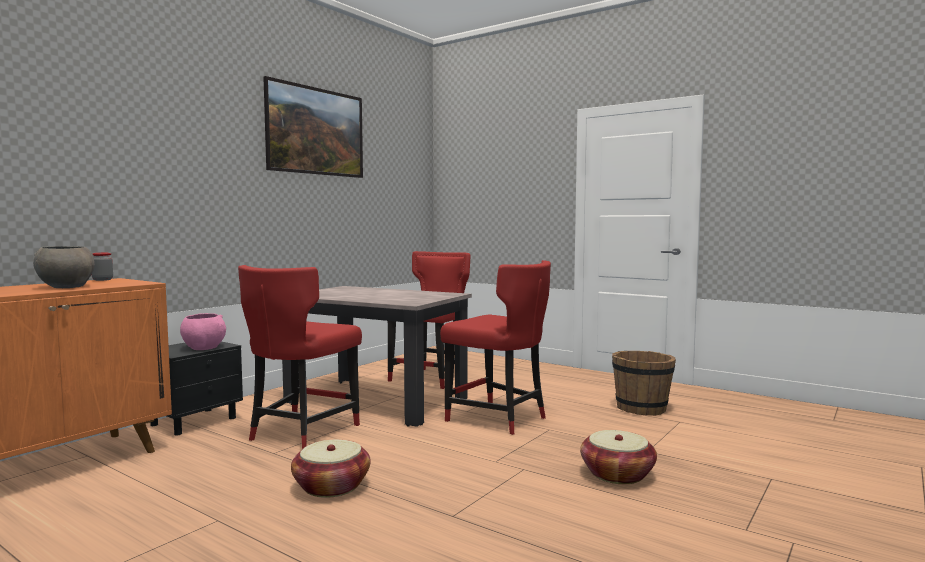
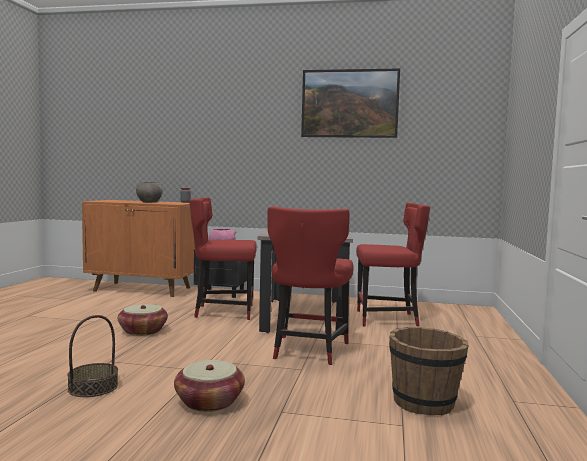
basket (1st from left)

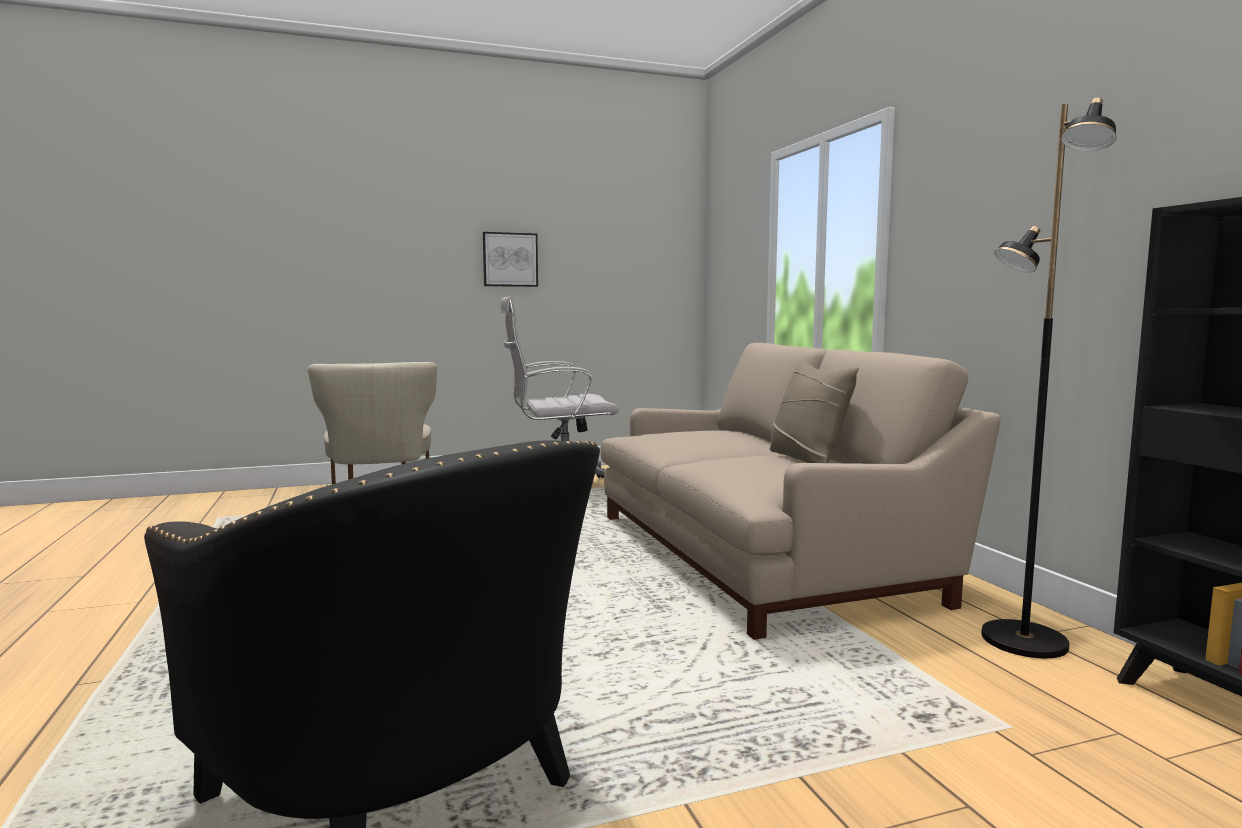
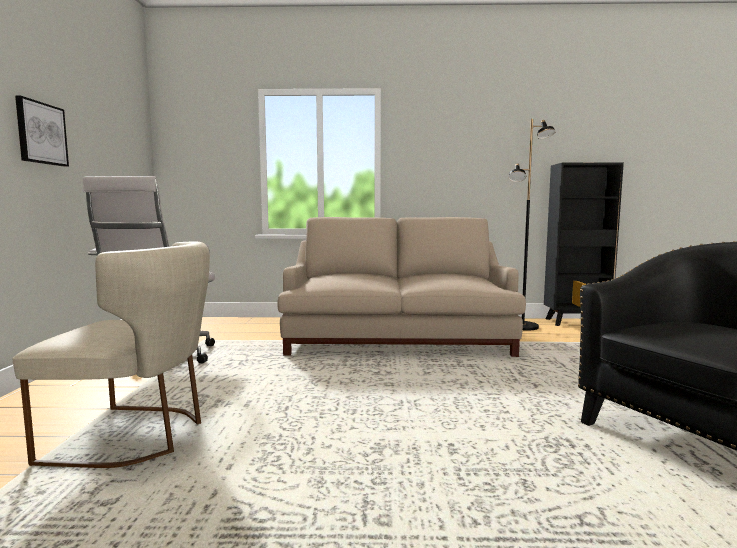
pillow (beige)

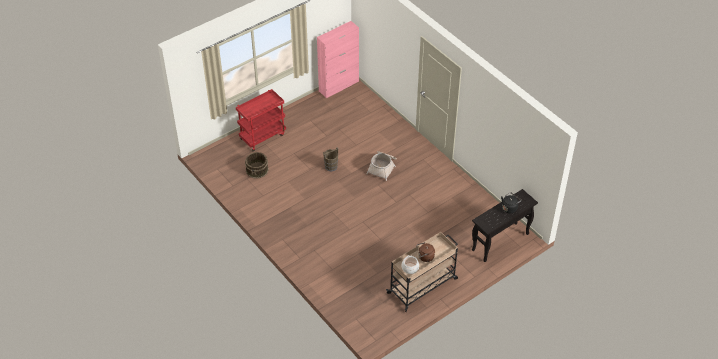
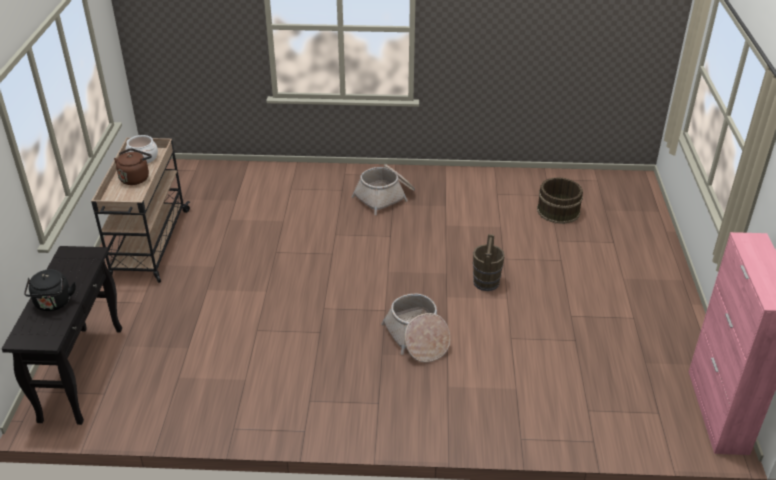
cart (red); basket (1st from left)

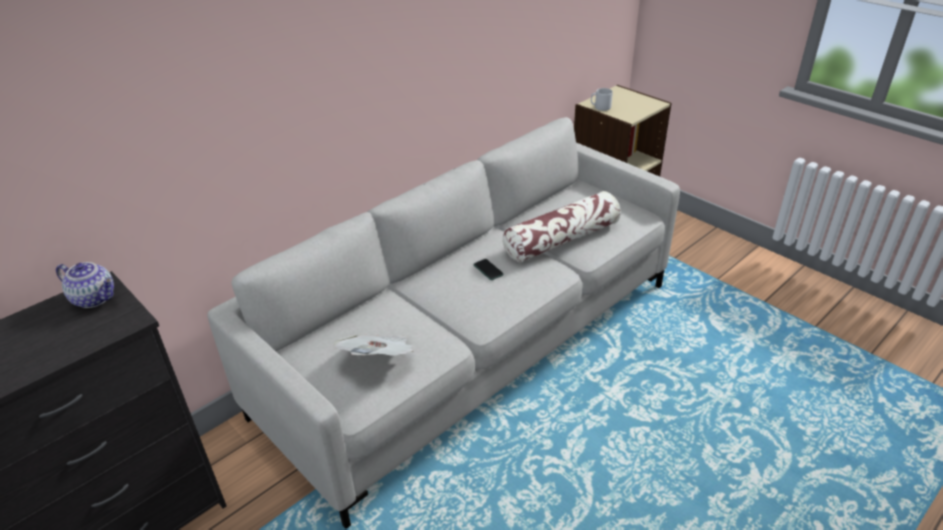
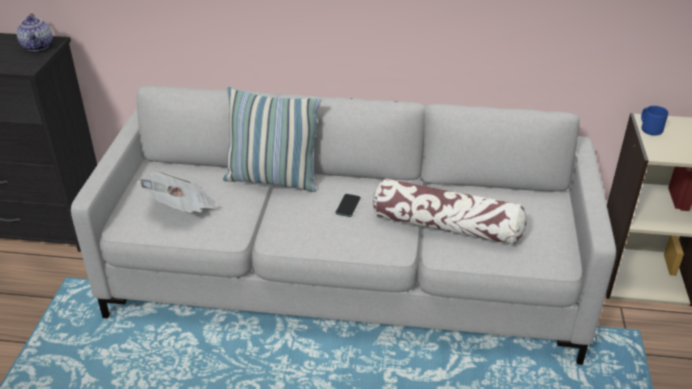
mug (blue); pillow (1st from left)

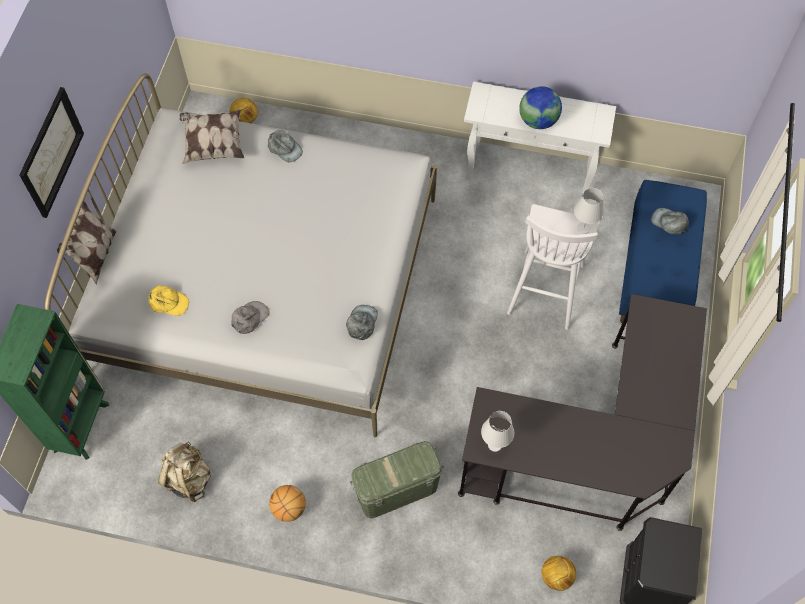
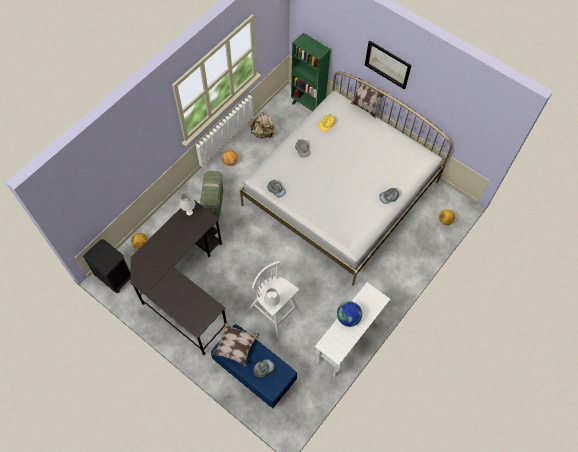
pillow (1st from left)

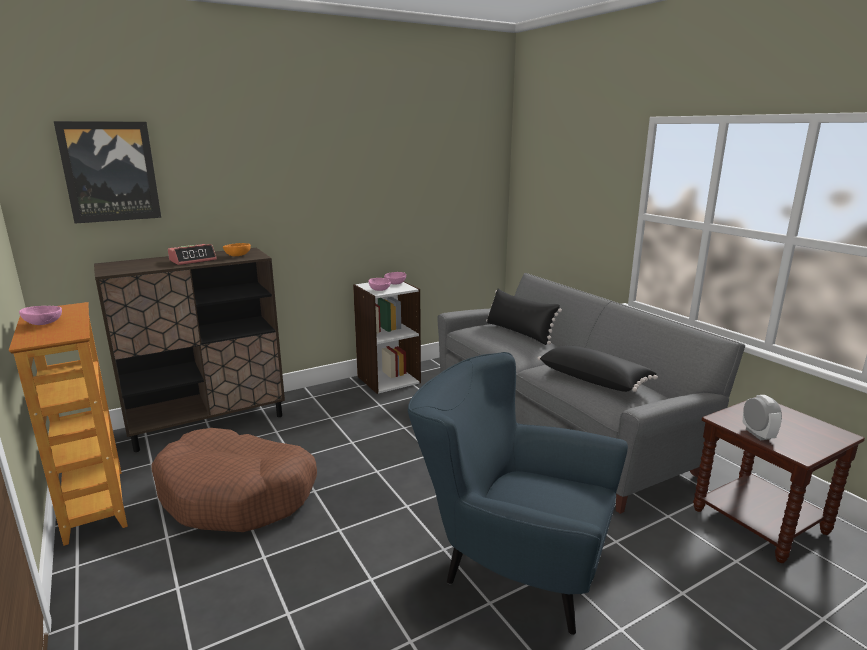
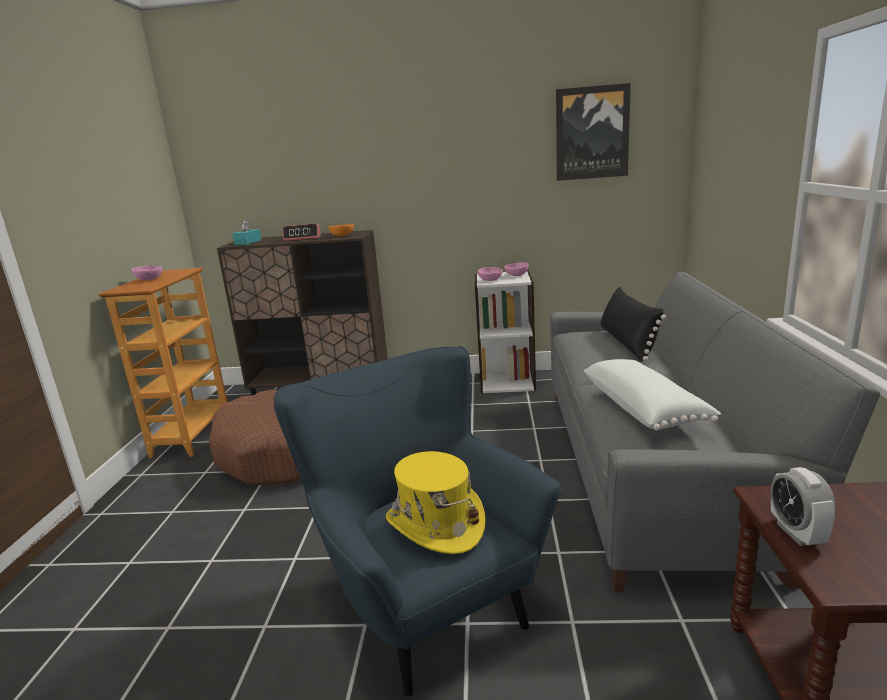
picture; pillow (white); alarm clock (2nd from left); tissue box (turquoise); hat (yellow)

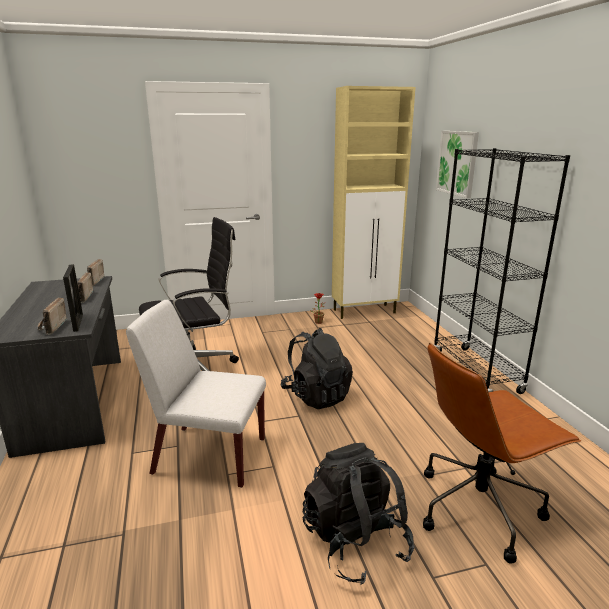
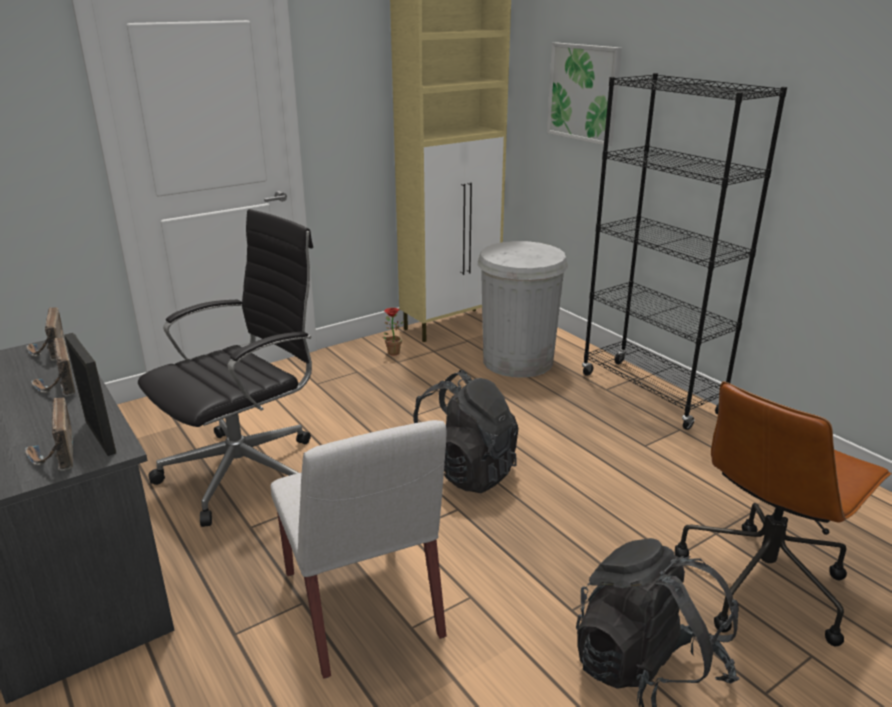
chair (white); trash can (white)

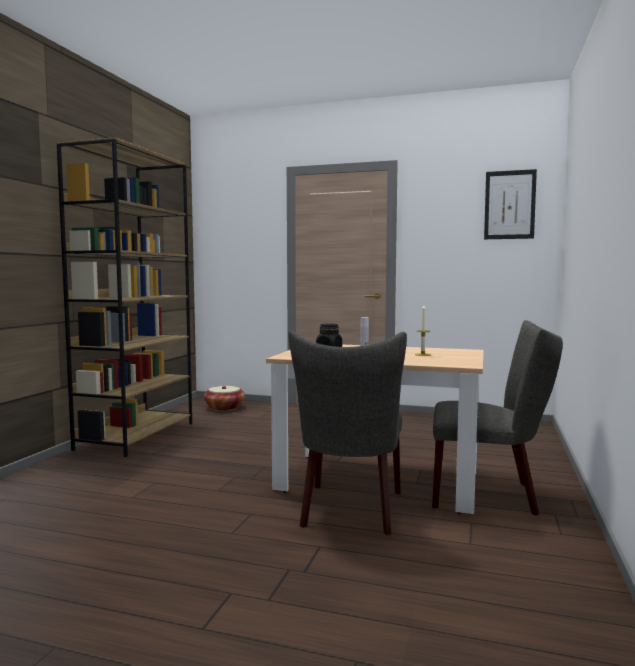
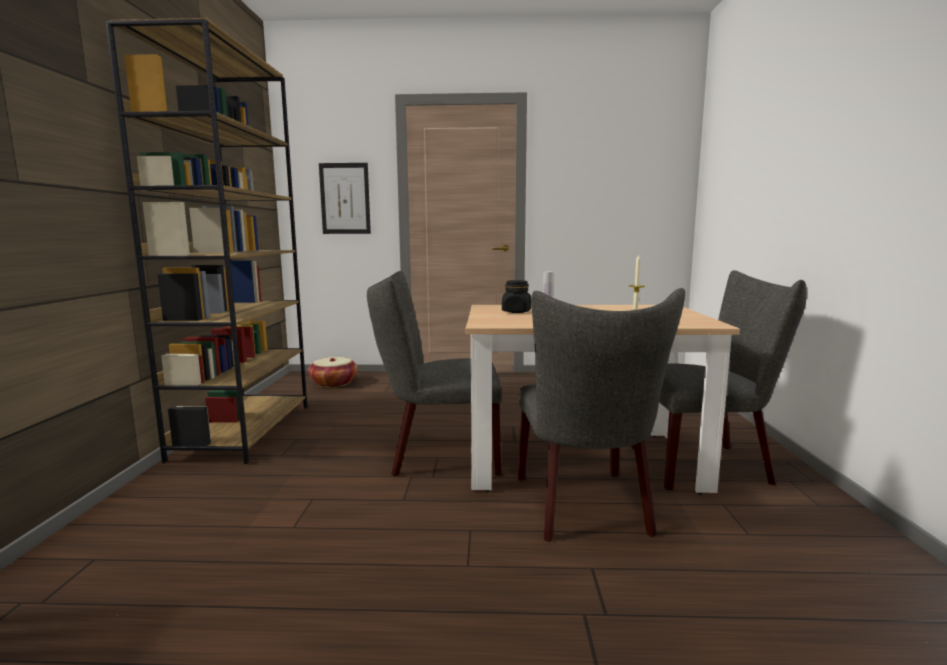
picture; chair (grey) (1st from left)

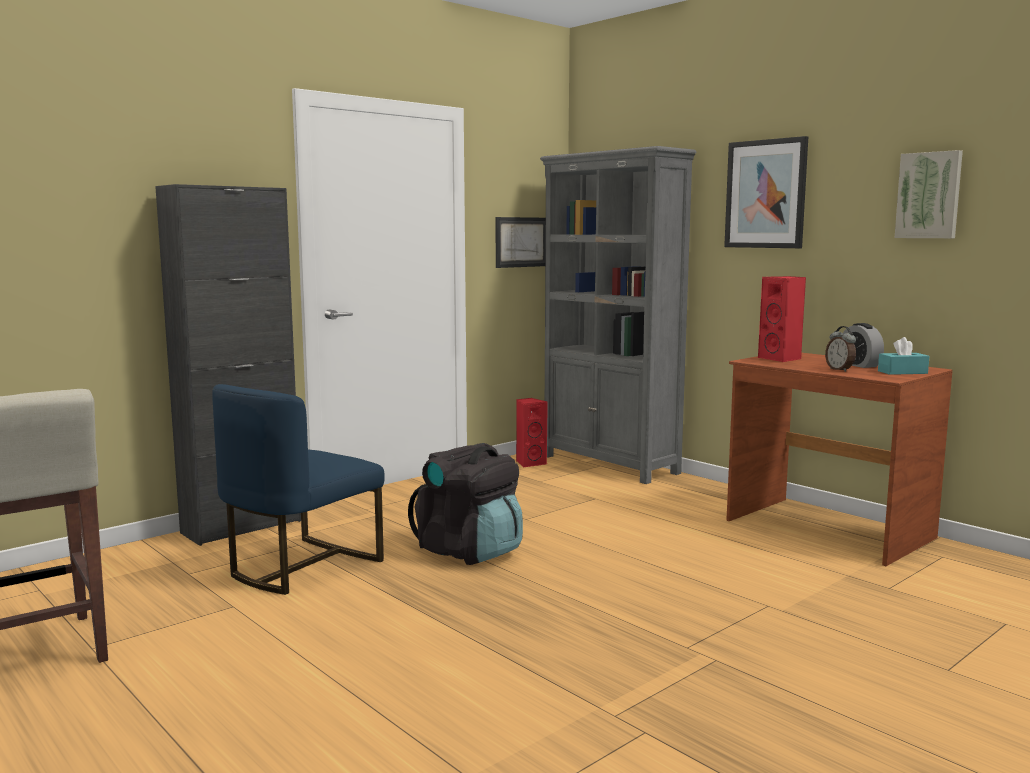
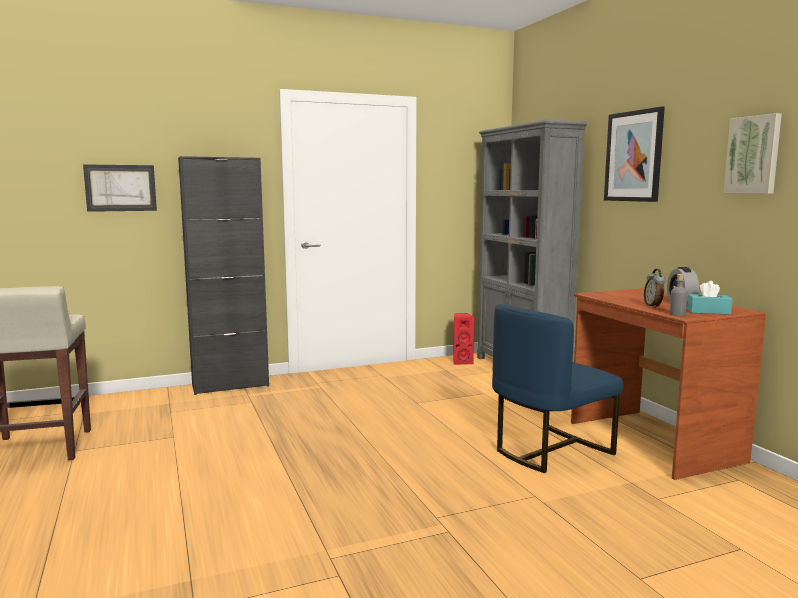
chair (blue); backpack (black); picture (1st from left); speaker (red) (2nd from left in the first image); bottle (grey)

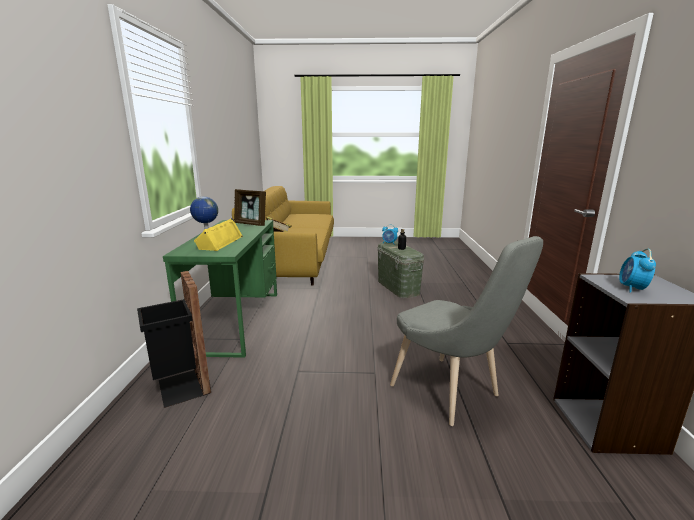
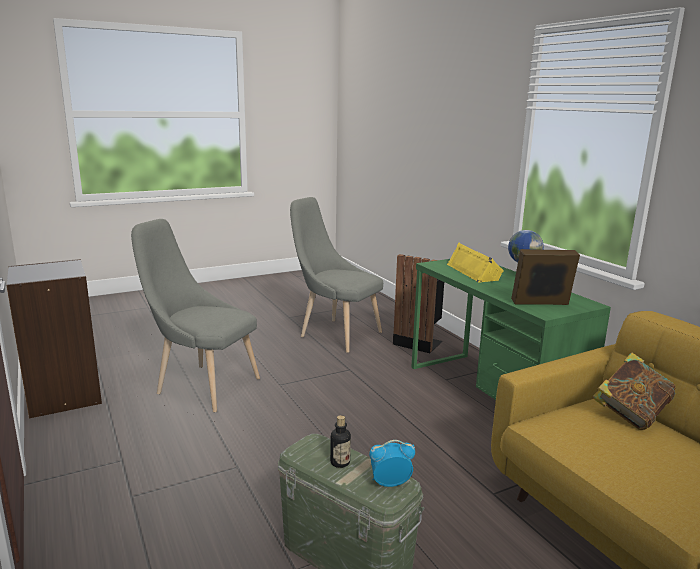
alarm clock (2nd from left in the first image); chair (grey) (2nd from left)

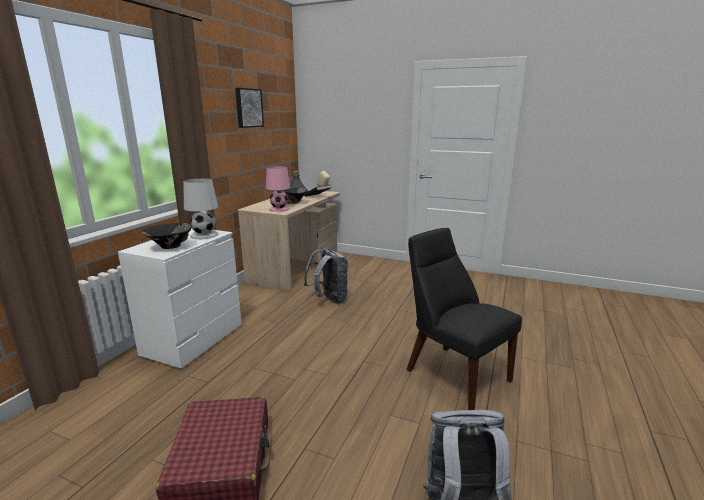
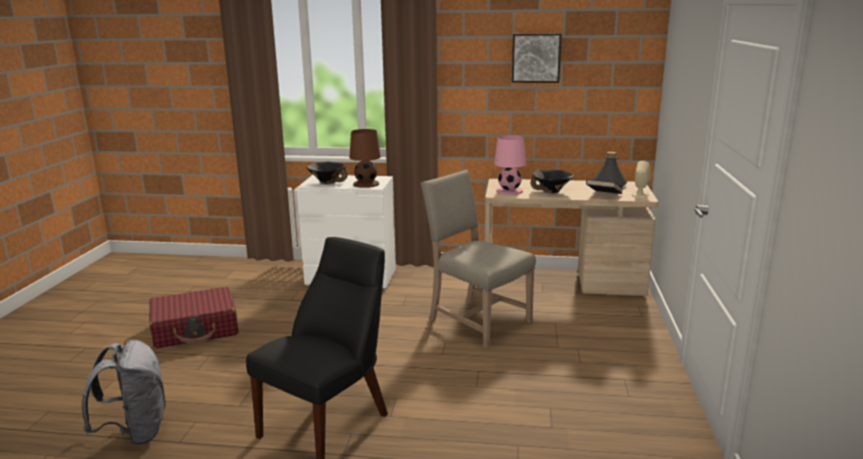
table lamp (brown); chair (beige)

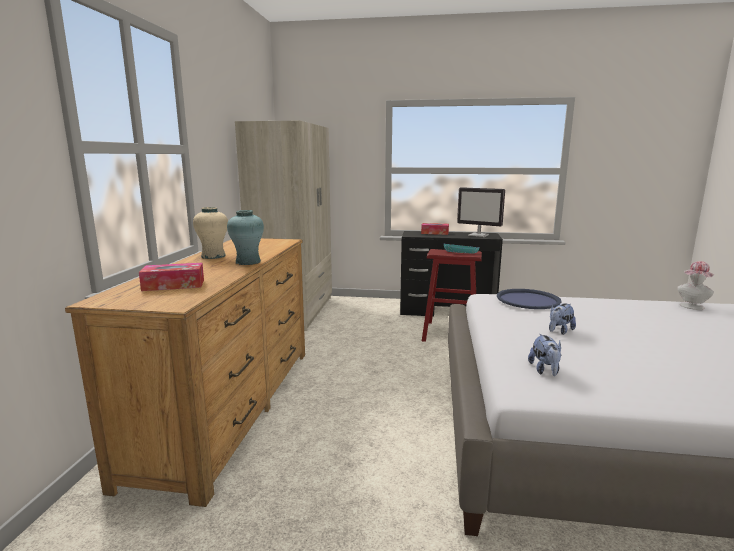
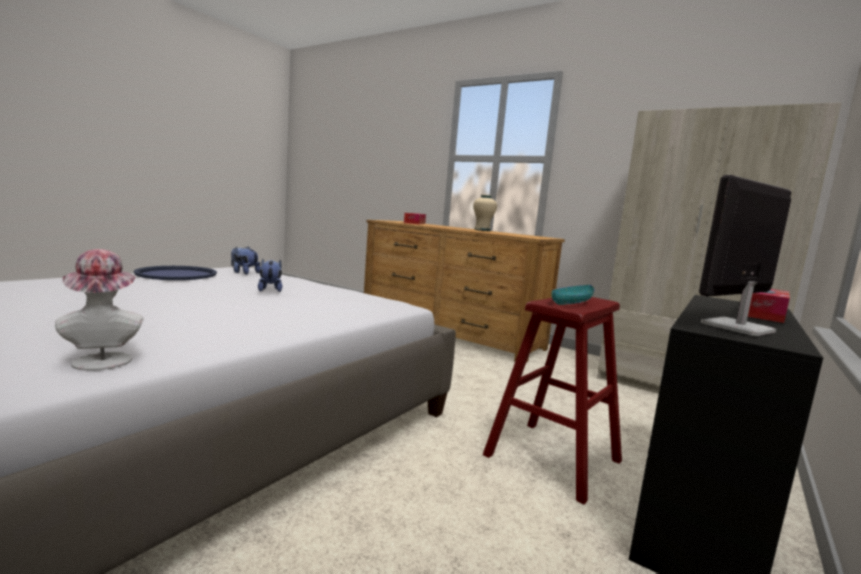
vase (turquoise); tray (blue)

